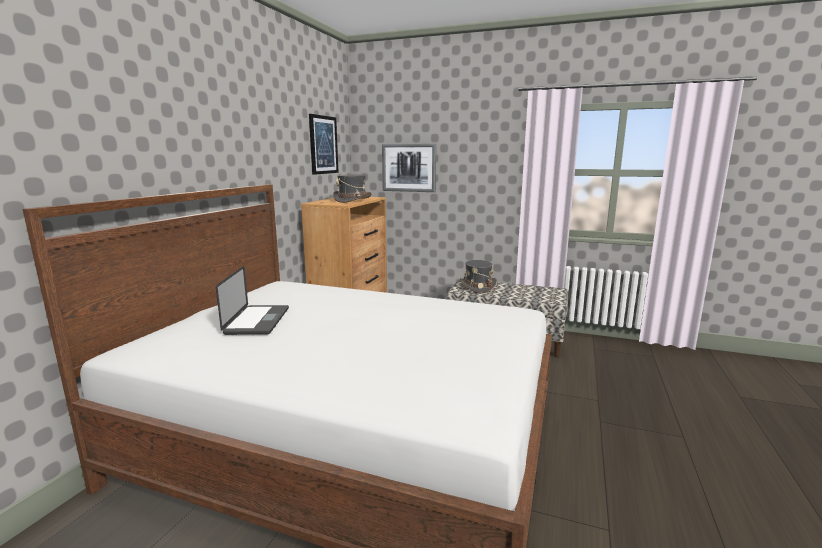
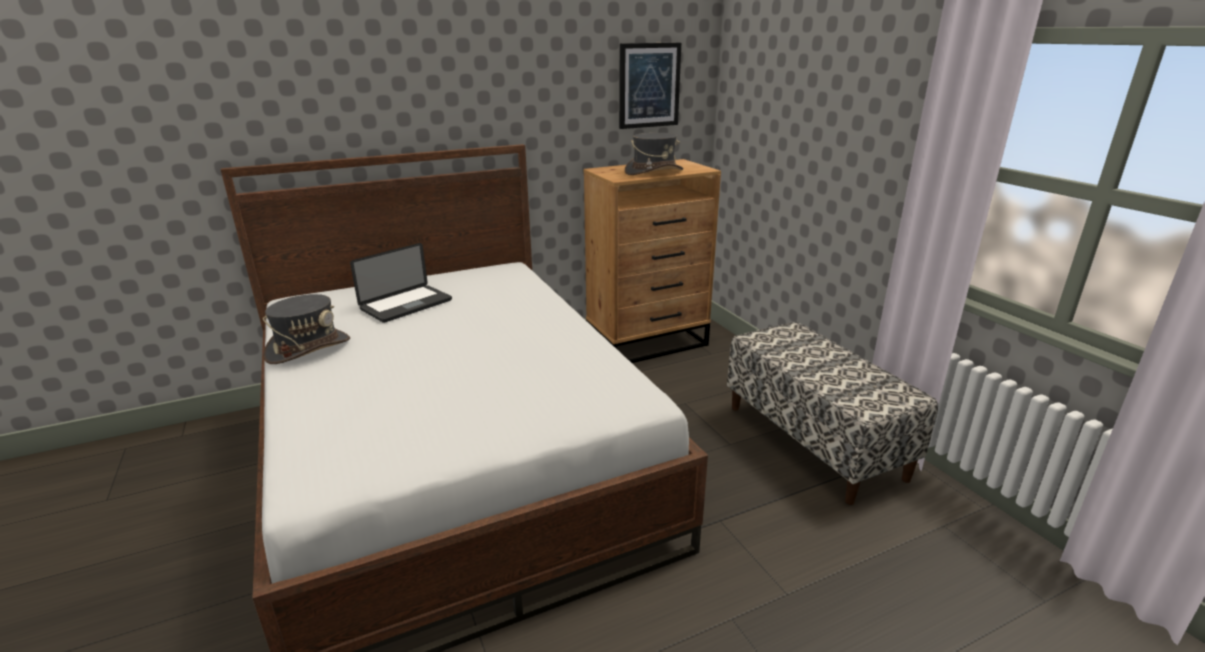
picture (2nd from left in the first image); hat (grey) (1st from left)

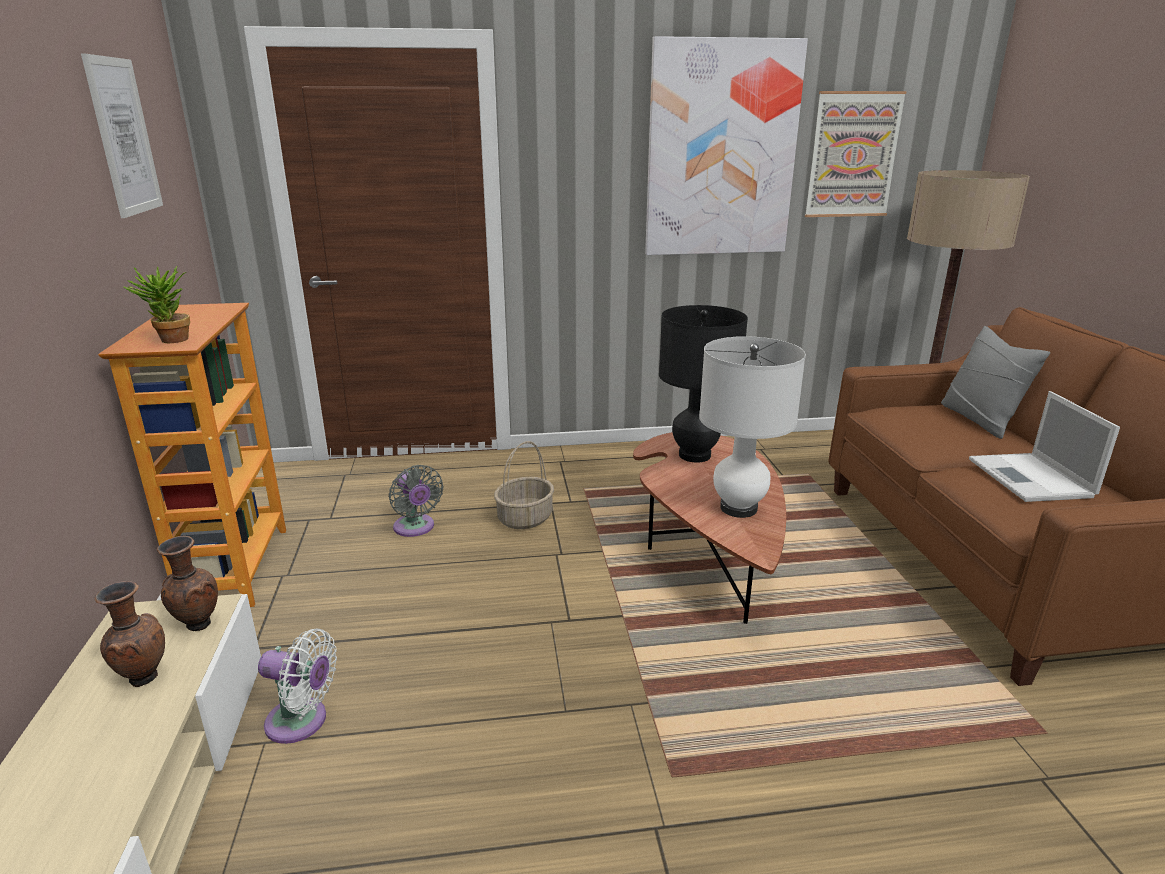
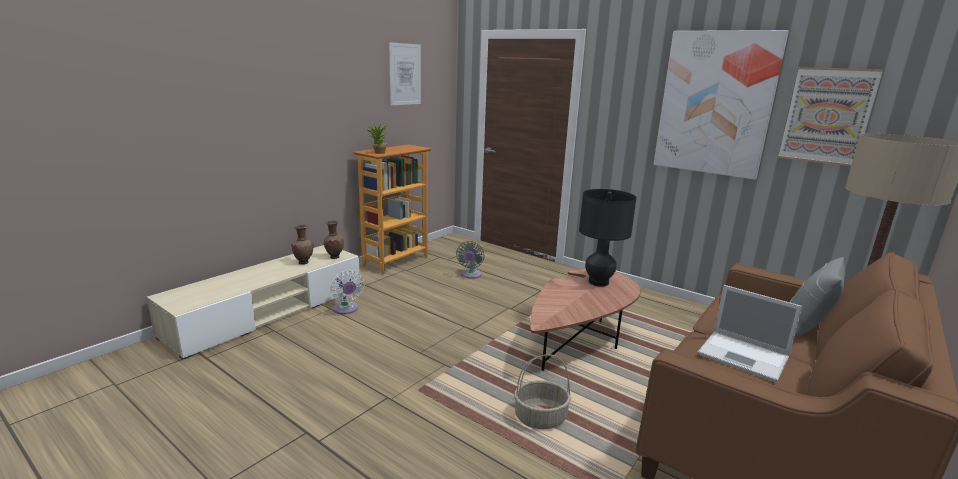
basket; table lamp (white); laptop

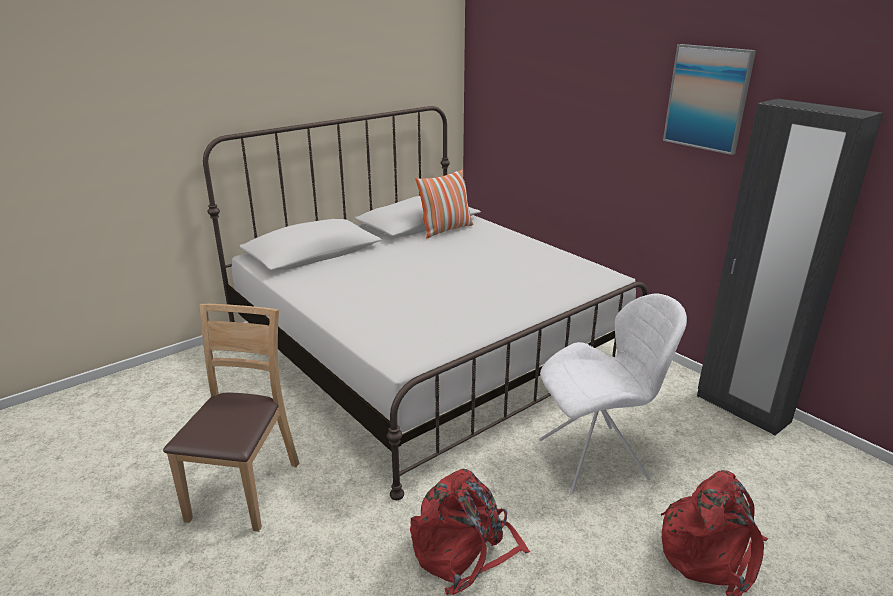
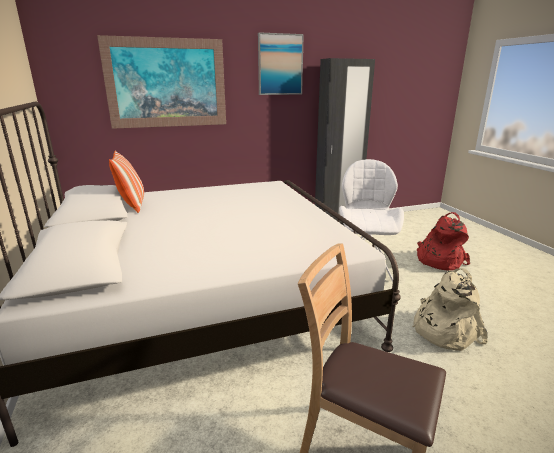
backpack (beige); picture (1st from left)

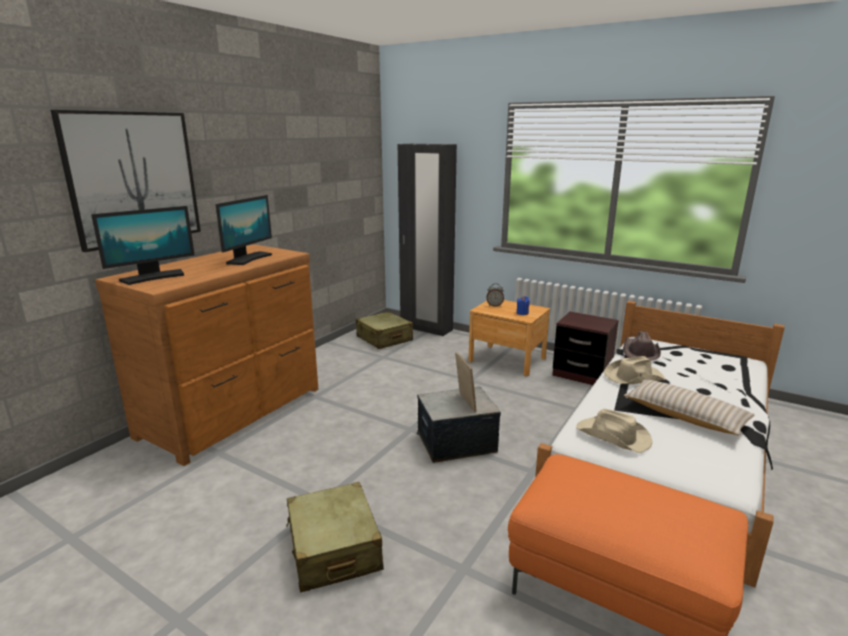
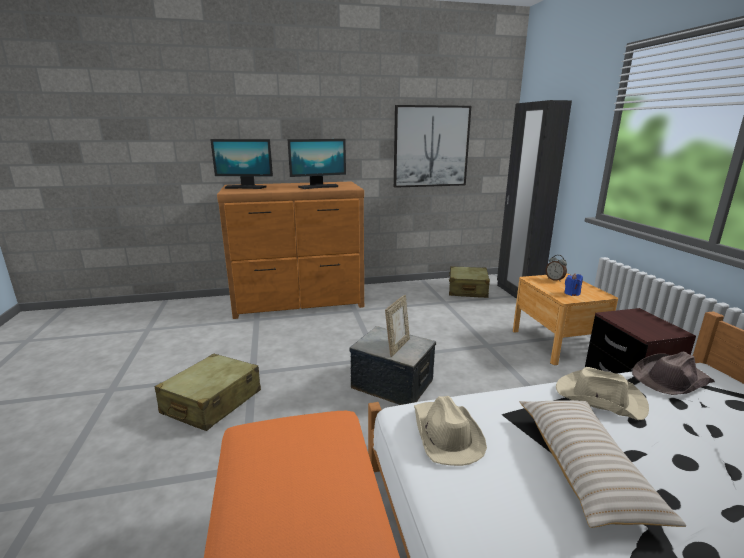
picture

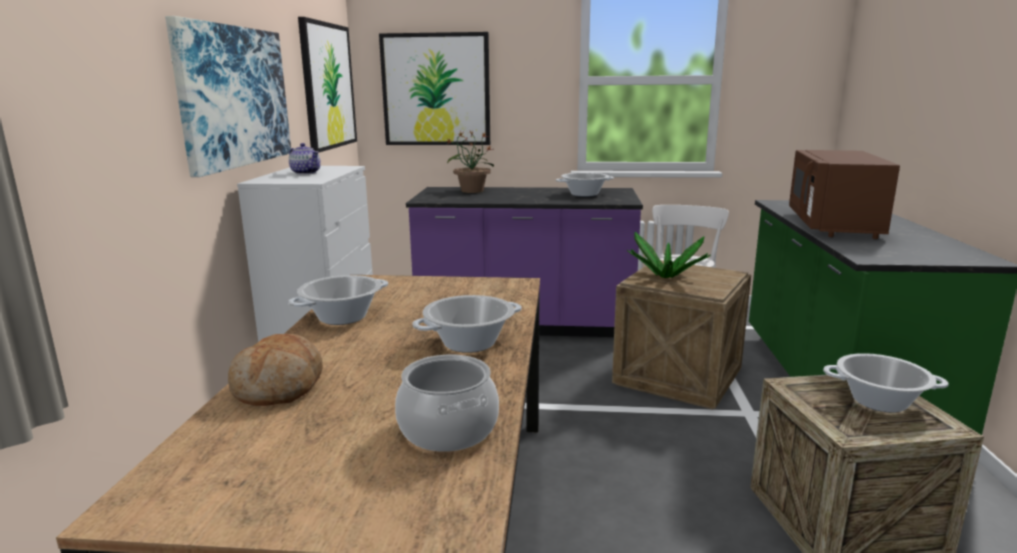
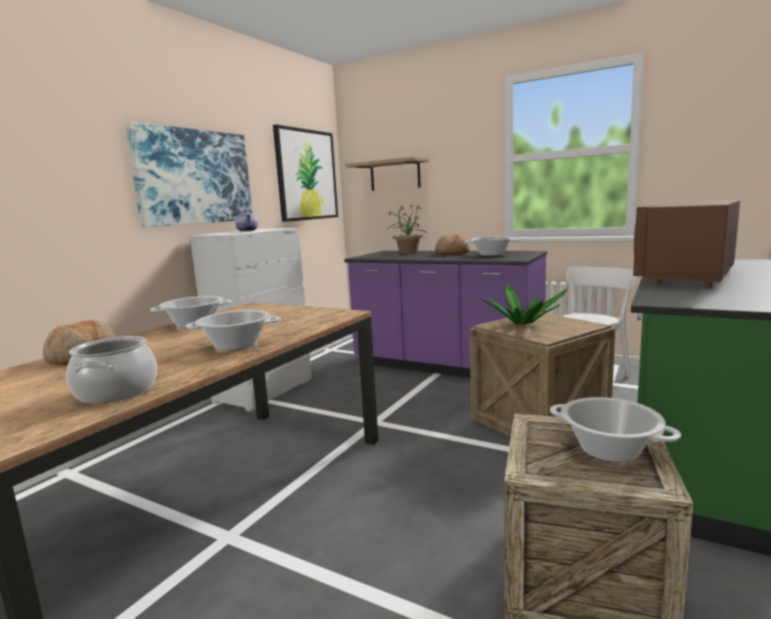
shelf; bread (2nd from left)

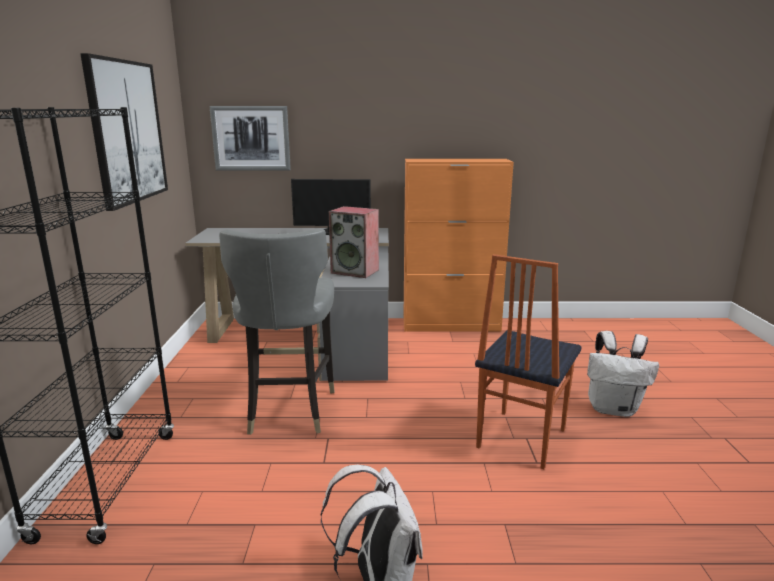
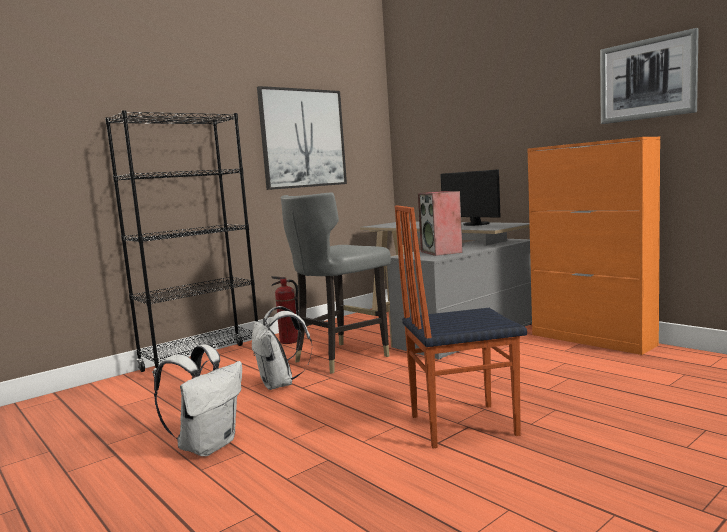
picture (2nd from left); backpack (white) (2nd from left); fire extinguisher

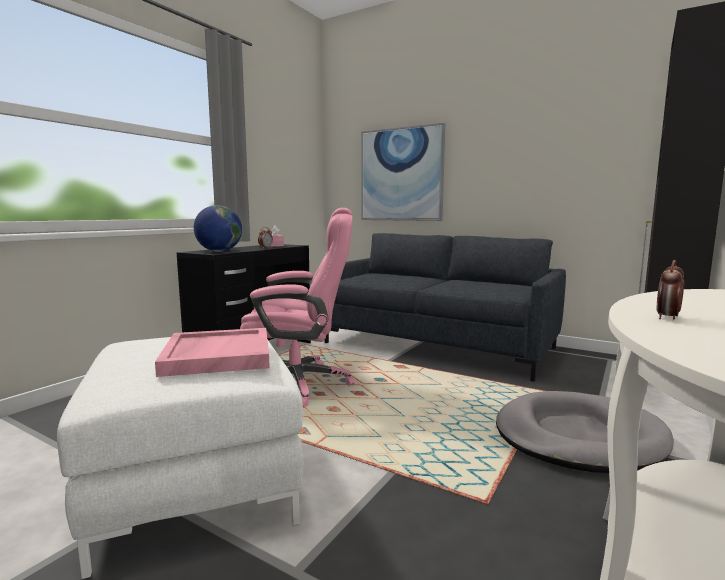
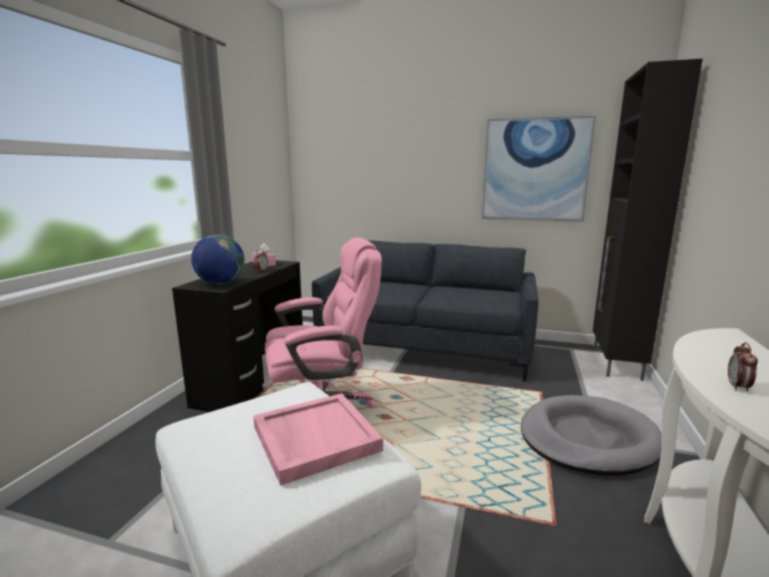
picture

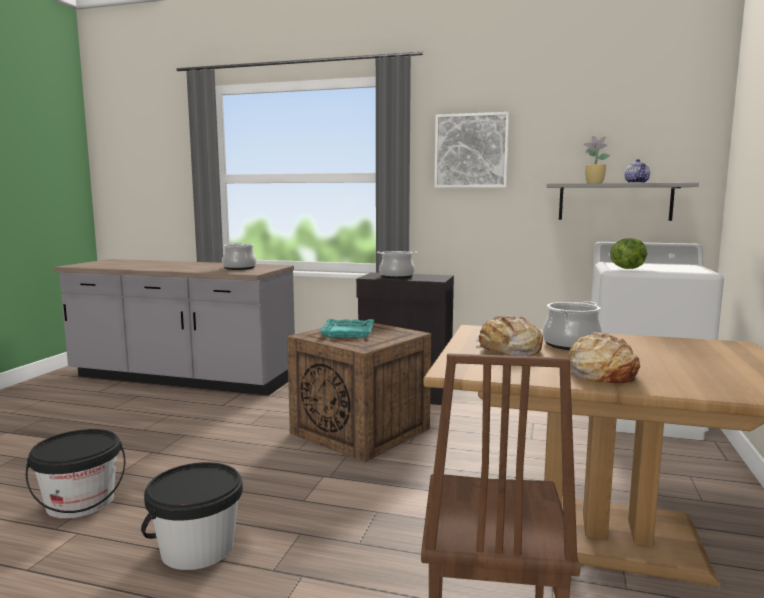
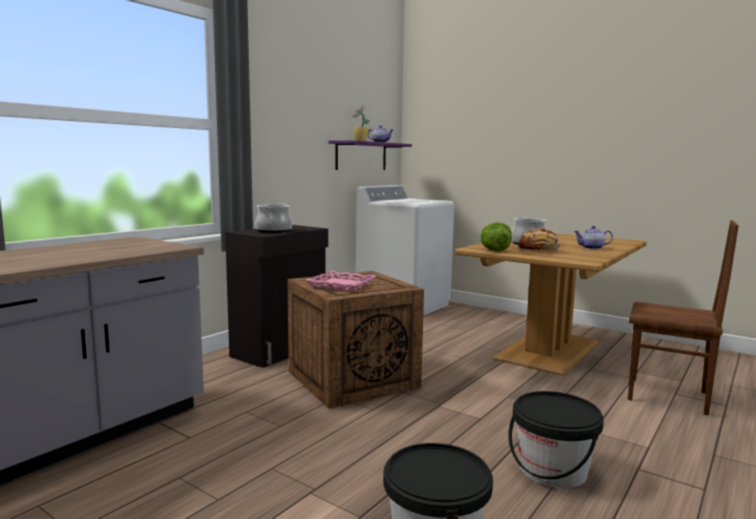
cooking pot (1st from left in the first image); tray (pink); picture; shelf (purple); teapot (2nd from left); lettuce

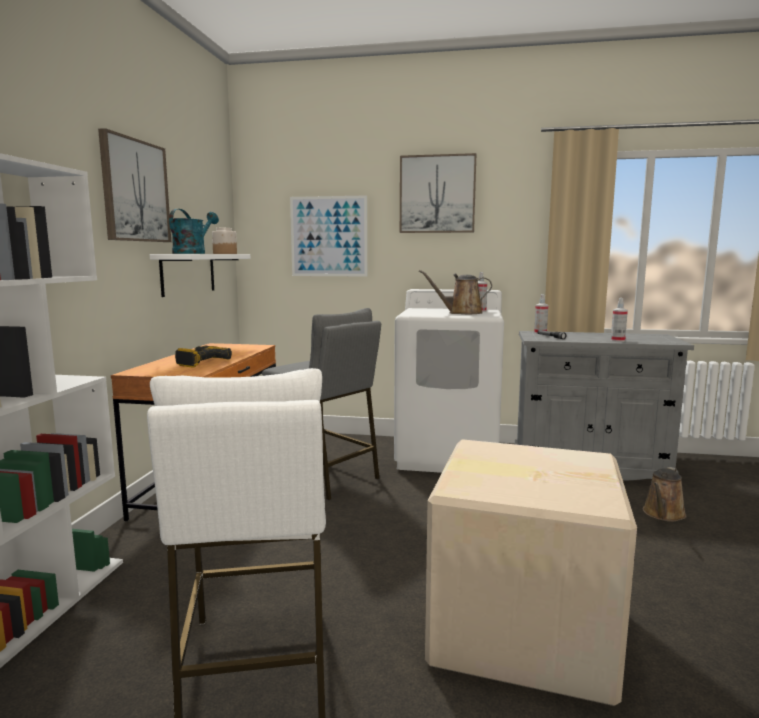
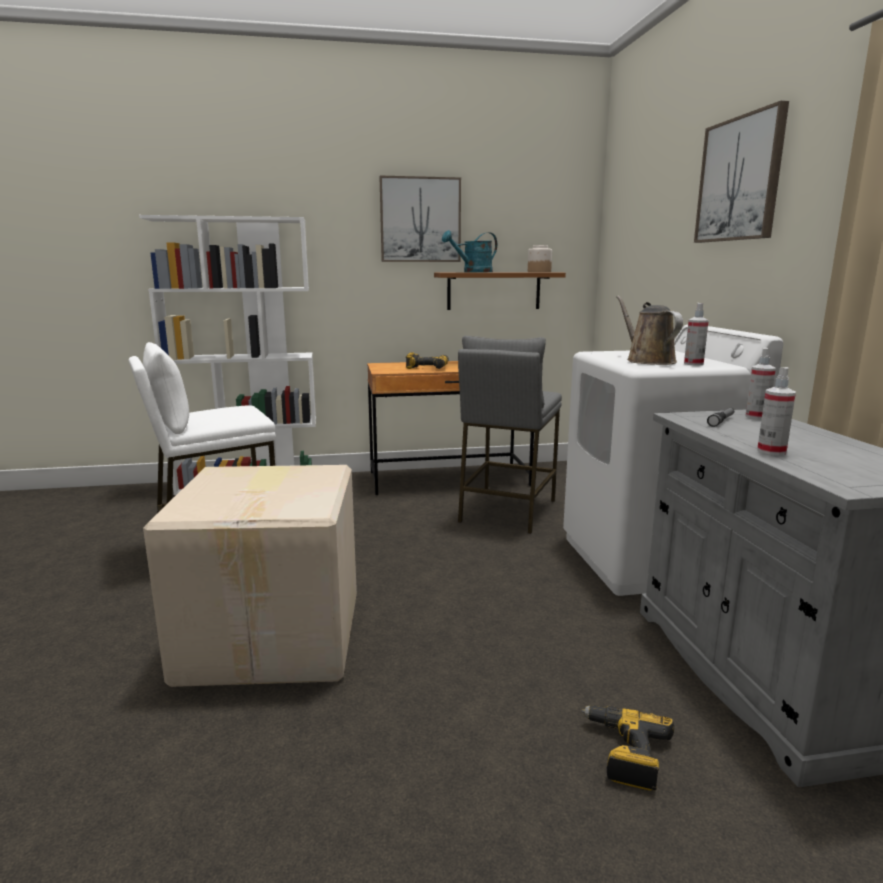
shelf (brown); watering can (turquoise); picture (2nd from left in the first image); power drill (2nd from left)

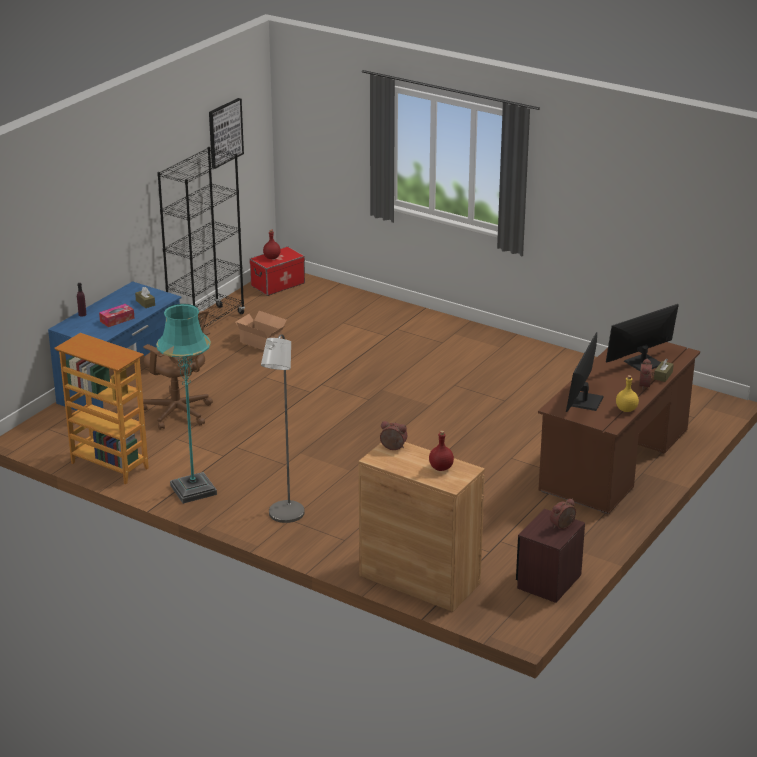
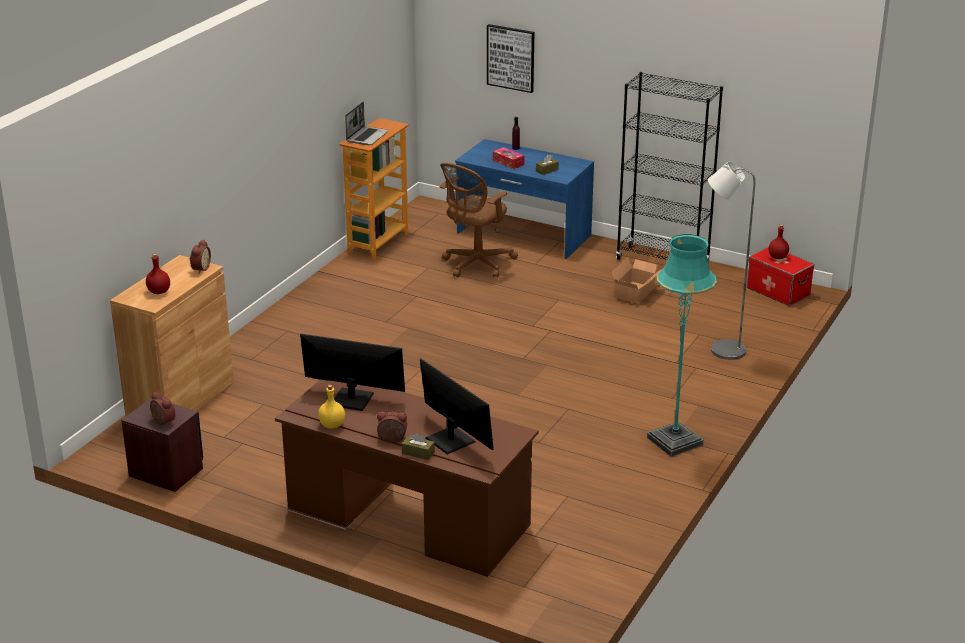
floor lamp (turquoise); picture; floor lamp (grey); laptop

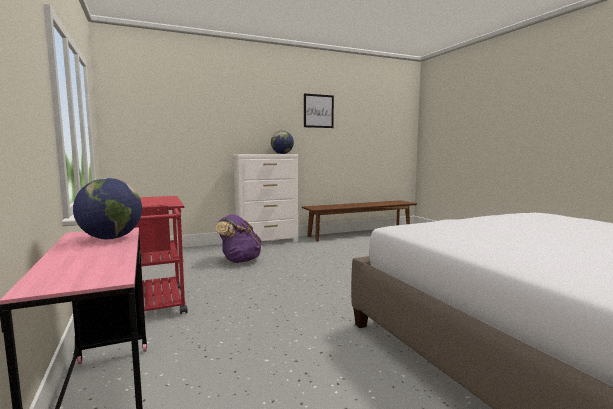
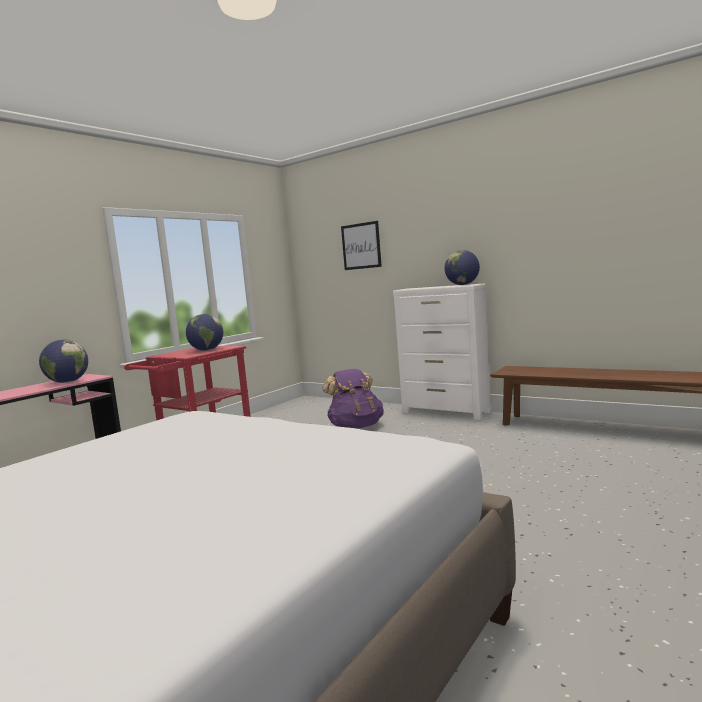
picture; globe (2nd from left)

